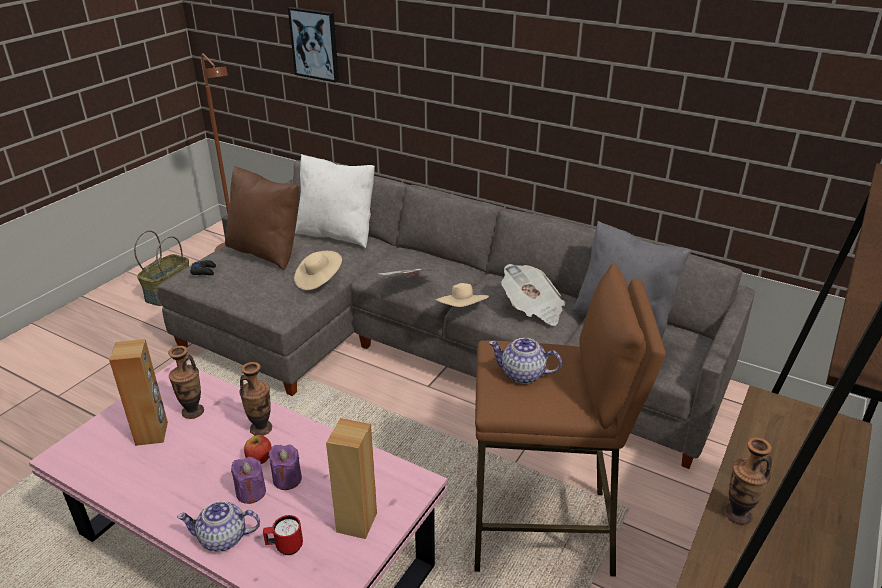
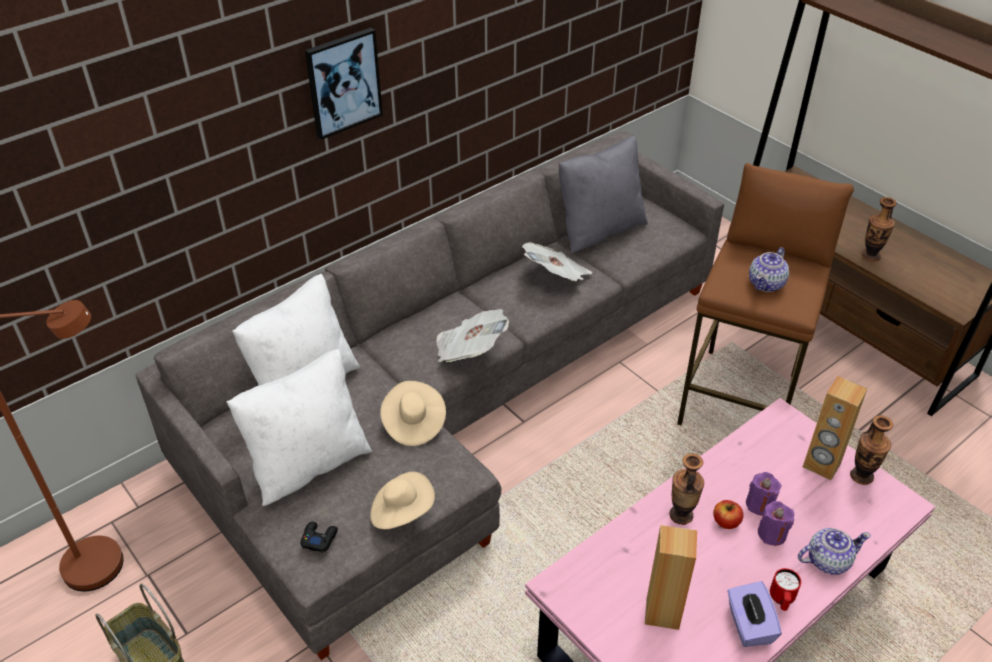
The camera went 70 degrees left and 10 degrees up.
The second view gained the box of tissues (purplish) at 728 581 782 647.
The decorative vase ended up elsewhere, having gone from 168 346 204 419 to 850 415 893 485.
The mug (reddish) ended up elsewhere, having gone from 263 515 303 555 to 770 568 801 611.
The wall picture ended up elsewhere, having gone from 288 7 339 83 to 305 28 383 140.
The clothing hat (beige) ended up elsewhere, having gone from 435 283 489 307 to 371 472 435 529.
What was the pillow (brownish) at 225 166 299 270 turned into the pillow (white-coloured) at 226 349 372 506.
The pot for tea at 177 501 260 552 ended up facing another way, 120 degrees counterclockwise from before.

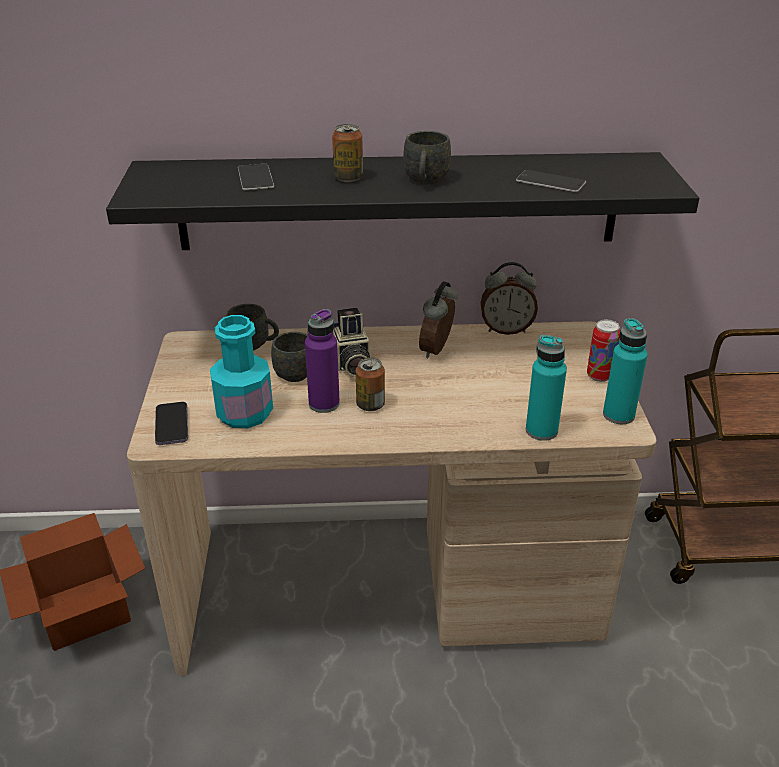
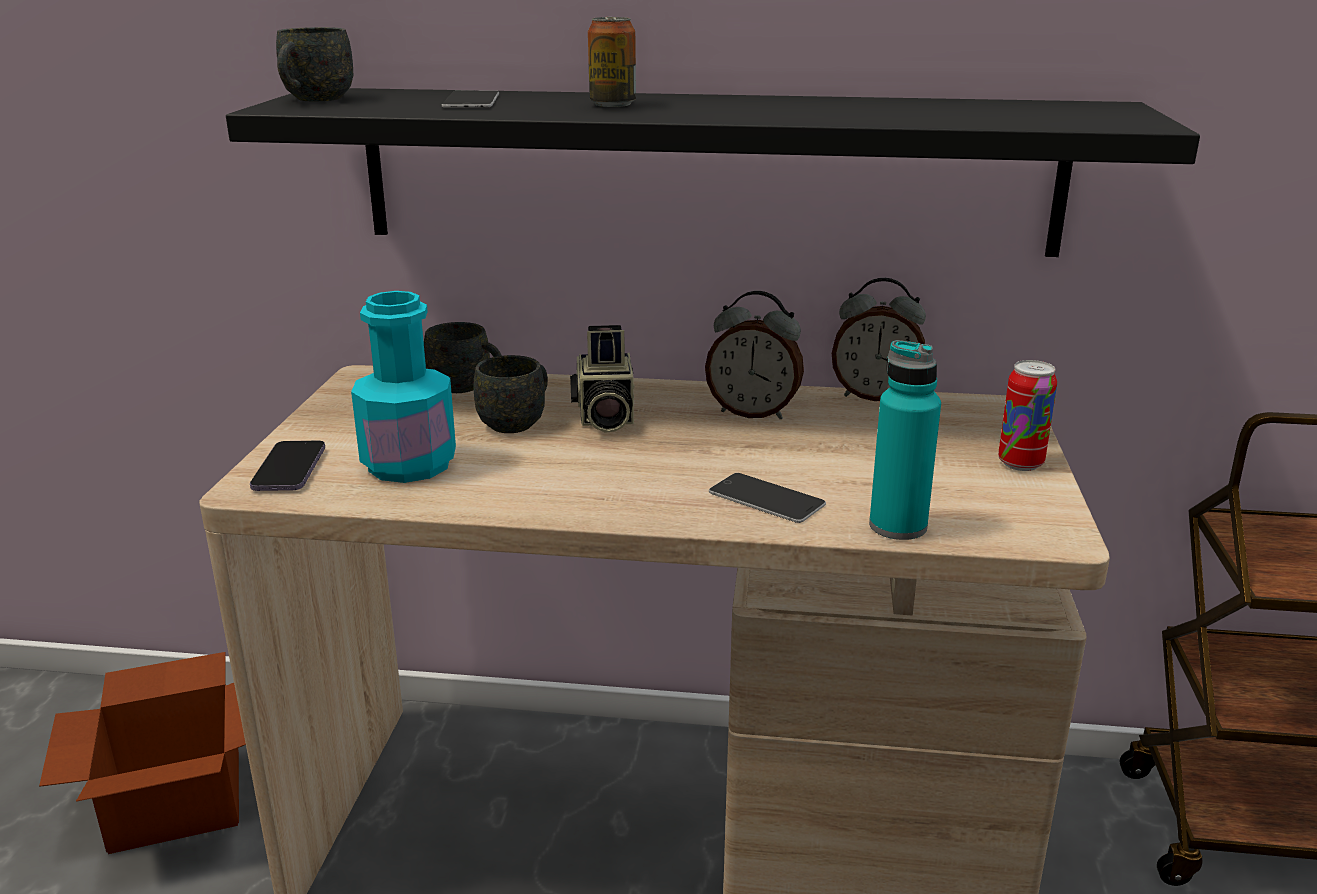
The camera went 10 degrees right and 10 degrees down.
The second view lost the beverage bottle (purplish) at 305 309 340 413.
The second view lost the metal can at 356 357 385 411.
The second view lost the beverage bottle (blue-green) at 603 318 647 424.
The mug (greyish) ended up elsewhere, having gone from 404 131 451 184 to 276 27 353 101.
The telephone ended up elsewhere, having gone from 516 170 586 192 to 709 473 826 523.
The table clock at 419 281 458 358 ended up facing another way, 105 degrees counterclockwise from before.

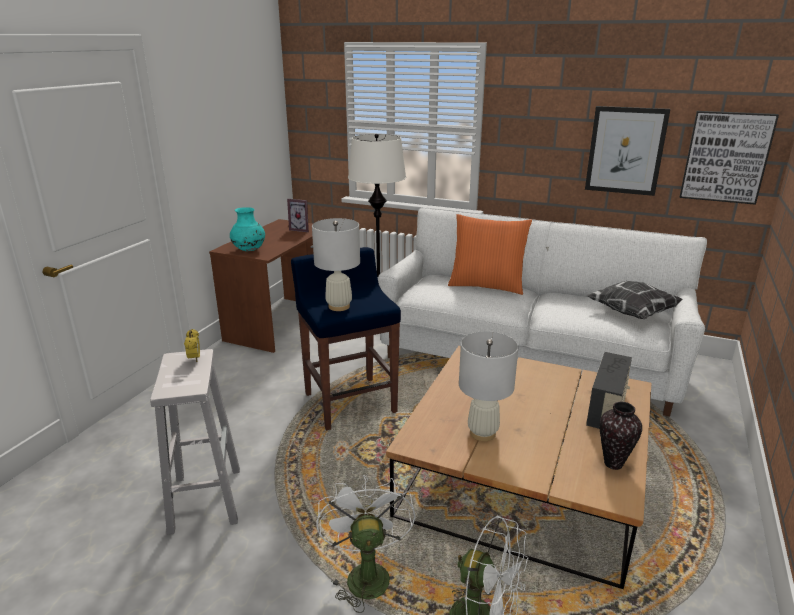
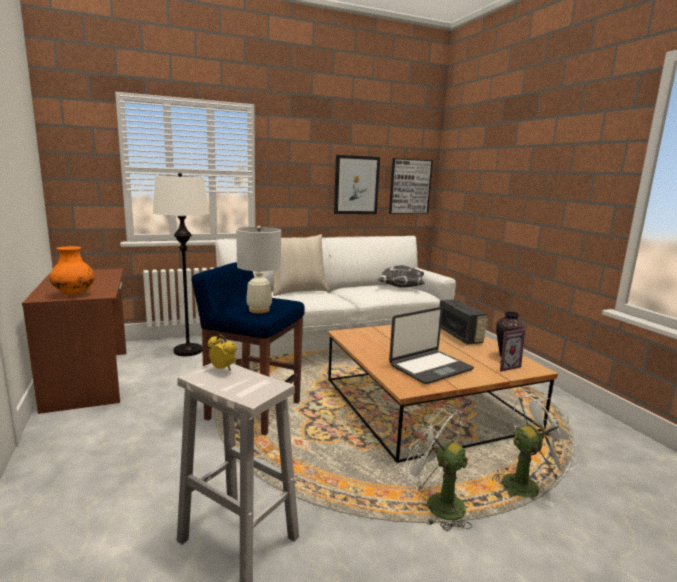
The camera went 45 degrees left and 10 degrees down.
The photo frame ended up elsewhere, having gone from 287 199 309 232 to 499 329 526 372.
Where the tabletop lamp (white-coloured) stood at 459 331 518 441, the portable computer came to stand at 389 307 474 384.
What was the decorative vase (blue-green) at 230 207 265 251 turned into the decorative vase (orange) at 49 246 95 295.
What was the pillow (orange) at 448 214 532 295 turned into the pillow (beige) at 273 234 329 296.

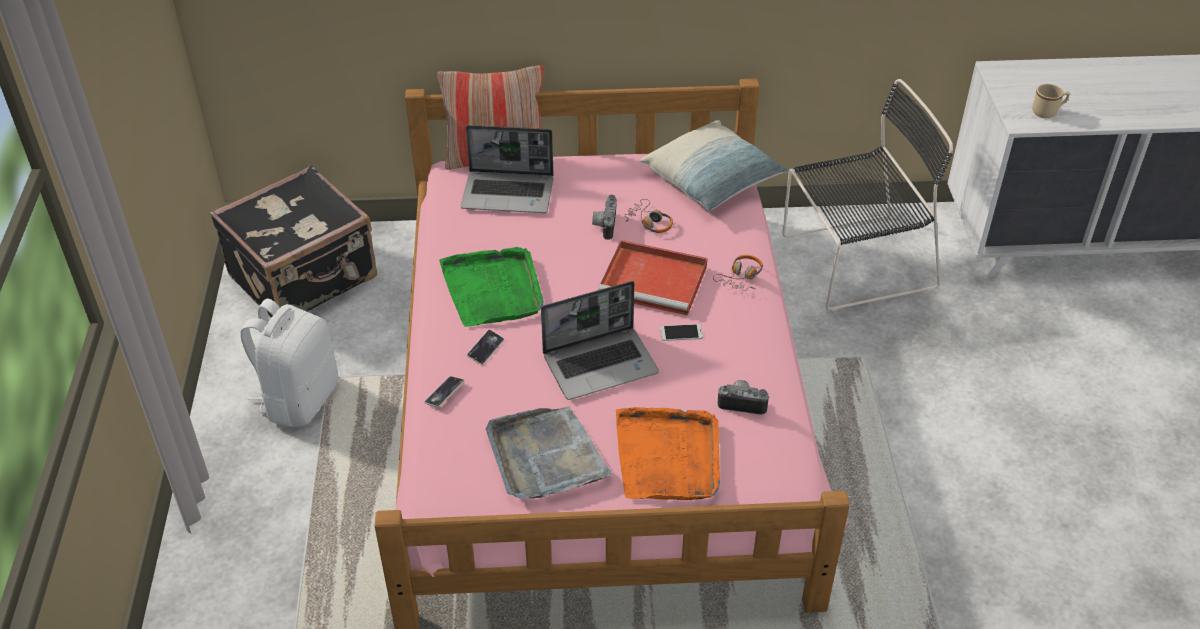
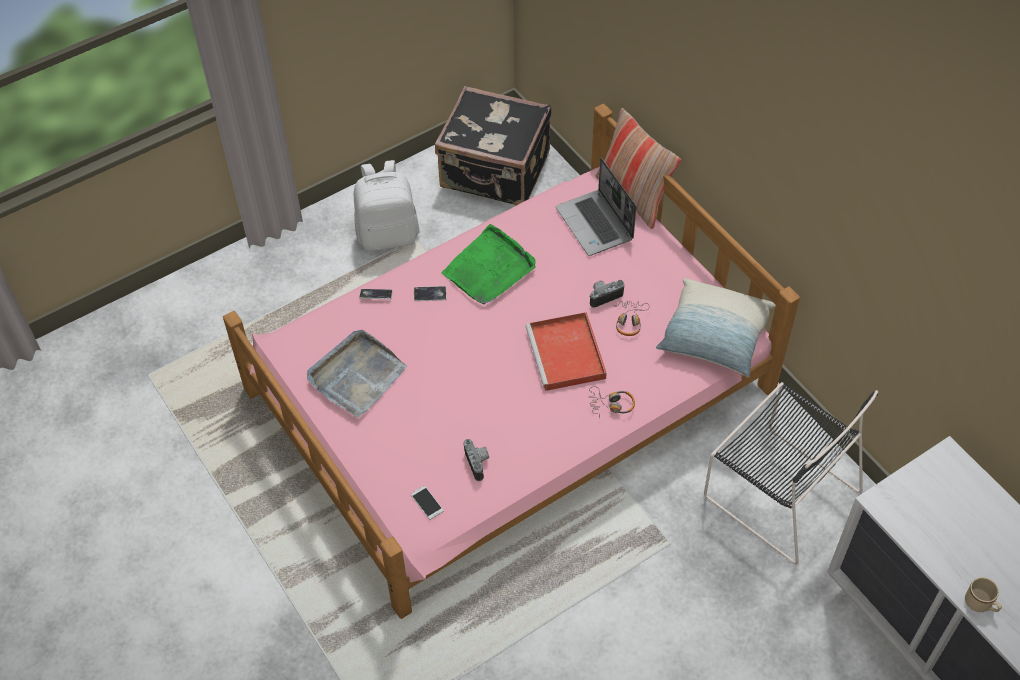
The camera went 60 degrees right and 10 degrees up.
The second view lost the portable computer at 541 281 659 400.
The second view lost the carrying tray (orange) at 616 407 720 500.
The telephone ended up elsewhere, having gone from 660 324 703 341 to 411 486 444 520.
The mug (beige) ended up elsewhere, having gone from 1032 84 1070 118 to 965 577 1002 612.

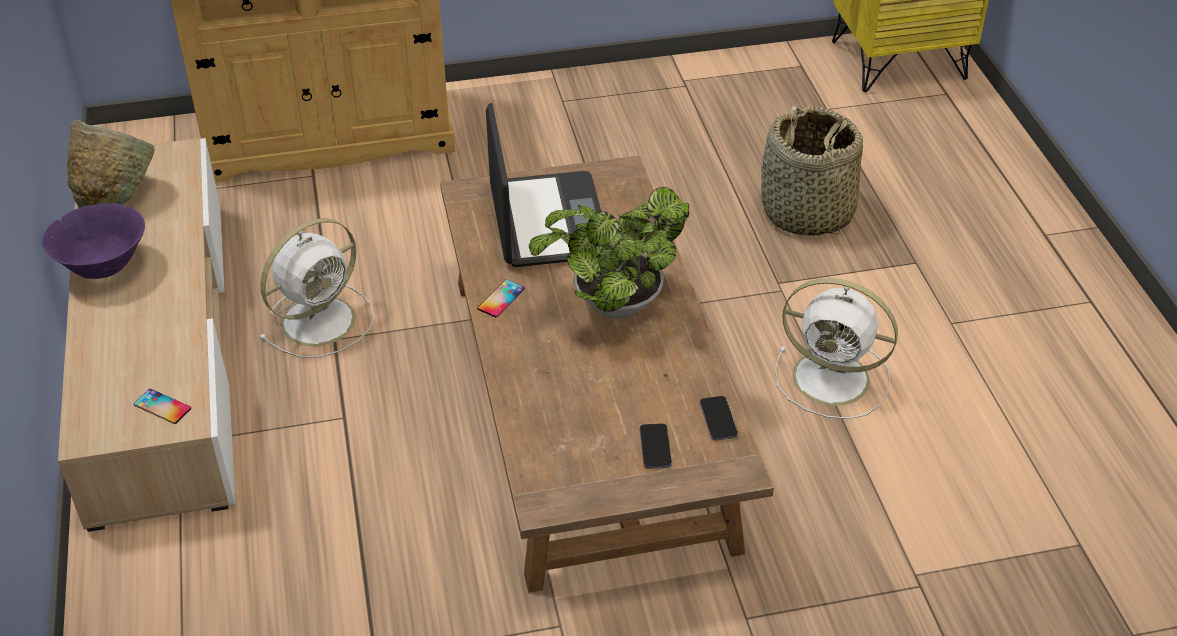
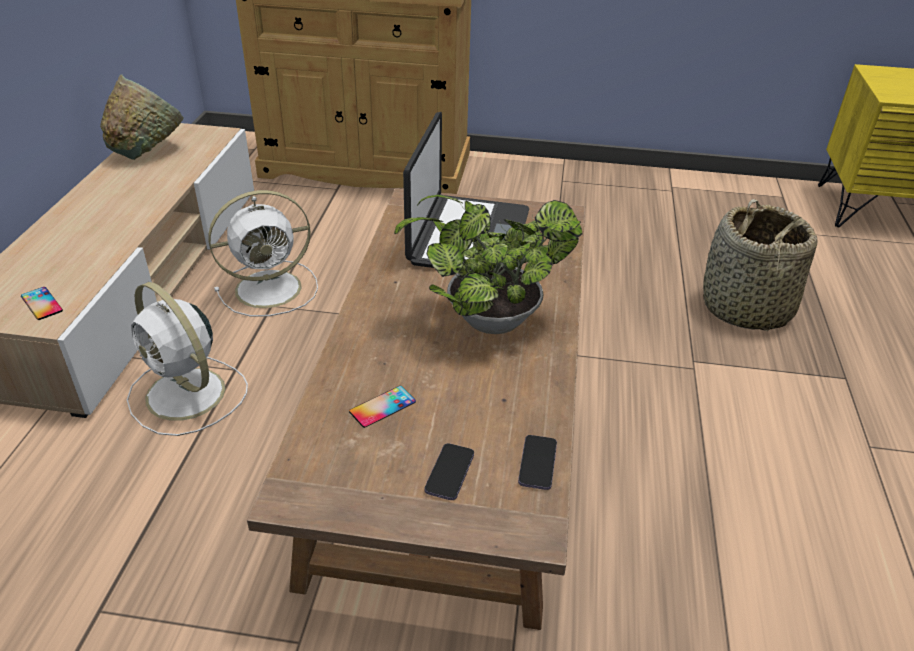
The camera went 20 degrees right and 5 degrees down.
The second view lost the bowl (purplish) at 42 203 145 279.
The telephone ended up elsewhere, having gone from 477 279 525 317 to 349 386 416 428.
The fan (white-coloured) ended up elsewhere, having gone from 775 278 898 419 to 127 282 248 436.

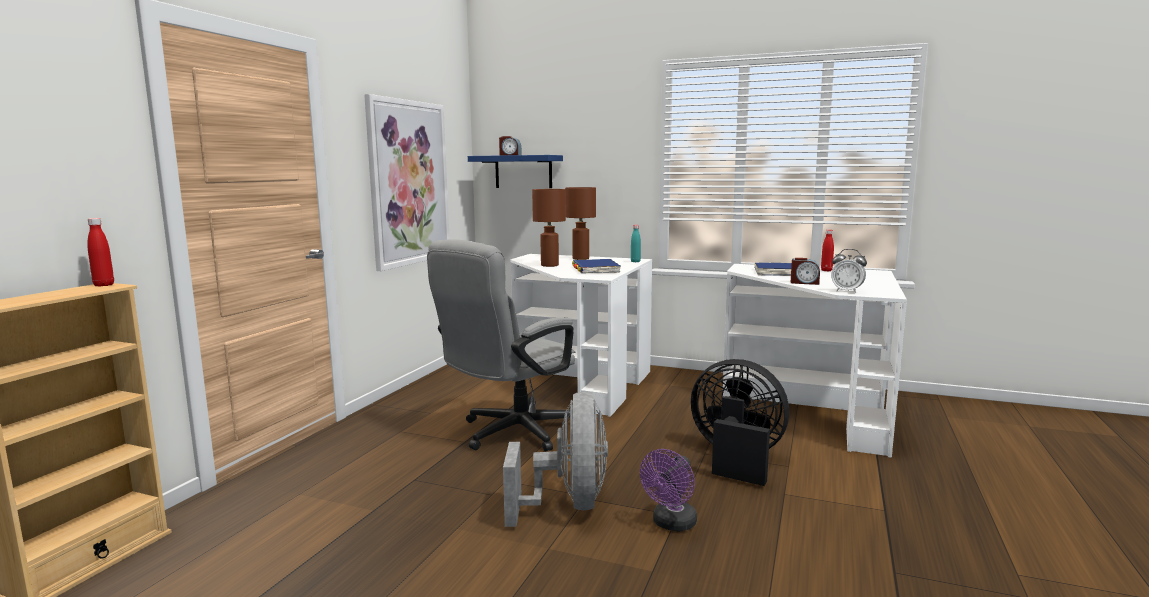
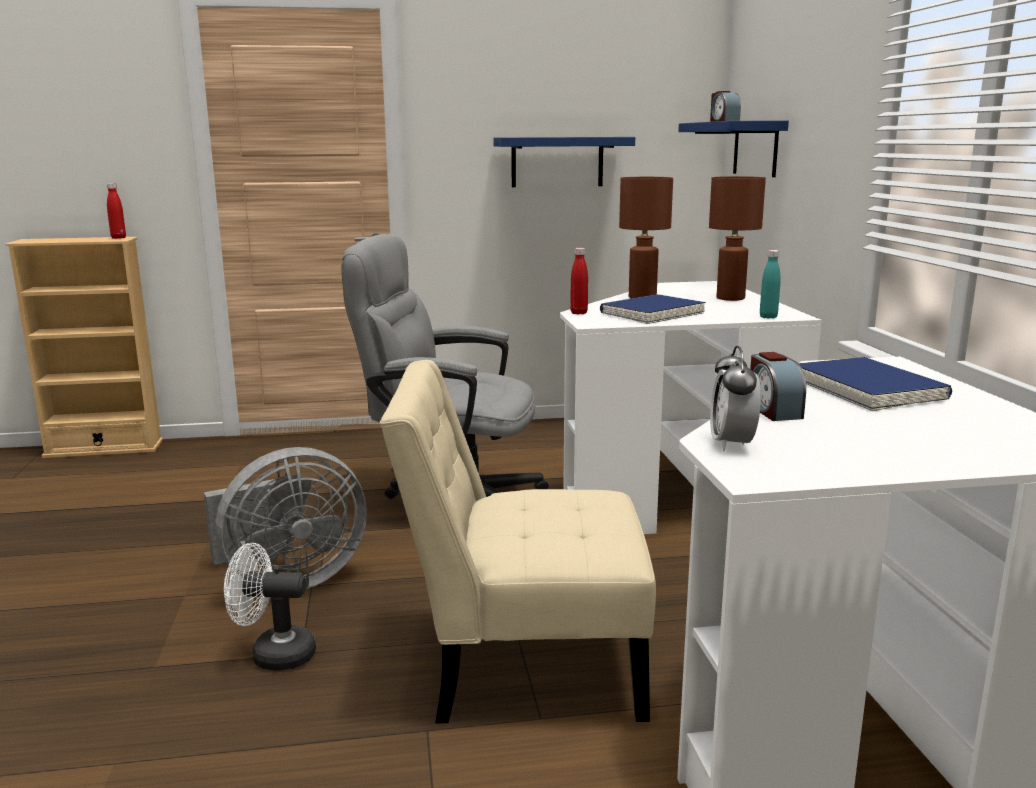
The camera went 60 degrees right and 5 degrees up.
The beverage bottle (reddish) ended up elsewhere, having gone from 821 230 834 271 to 570 248 588 314.
Where the wall picture hung at 364 94 450 271, the bracket shelf (blue) came to hang at 493 137 635 187.
Where the fan (blackish) stood at 691 359 789 486, the chair (beige) came to stand at 380 360 656 723.
What was the fan (purplish) at 640 449 697 532 turned into the fan (white-coloured) at 224 543 316 670.

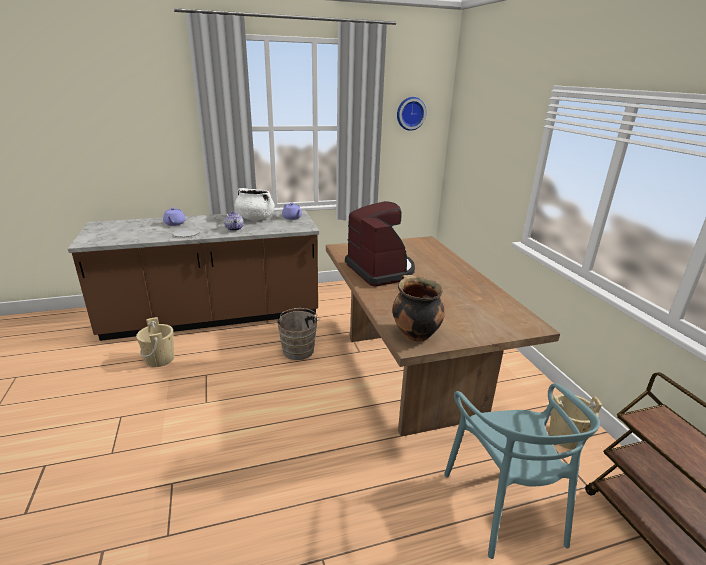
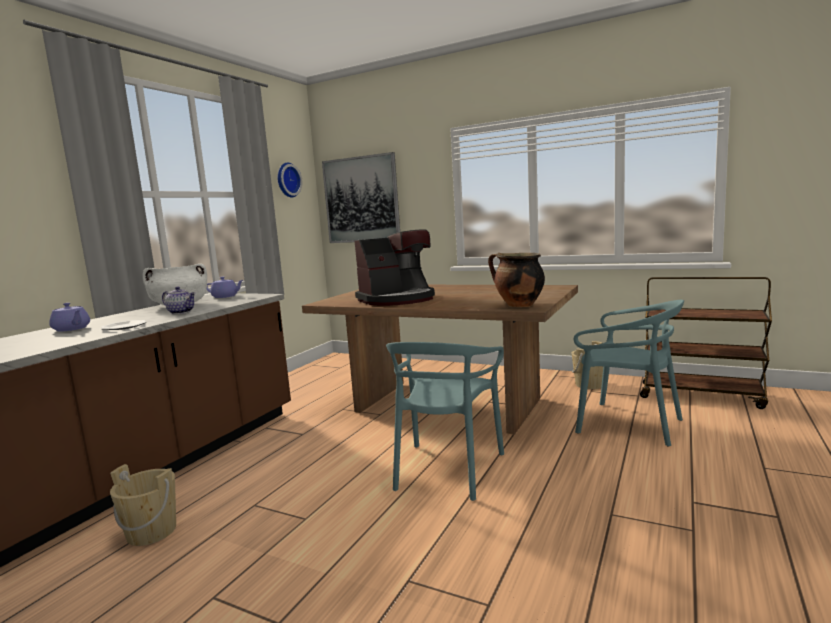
The camera went 45 degrees left and 15 degrees down.
The second view lost the water bucket (brownish) at 276 308 320 360.
The second view gained the wall picture at 322 152 400 243.
The second view gained the chair (blue-green) at 386 342 504 501.
The coffee maker at 345 201 415 287 ended up facing another way, 135 degrees clockwise from before.

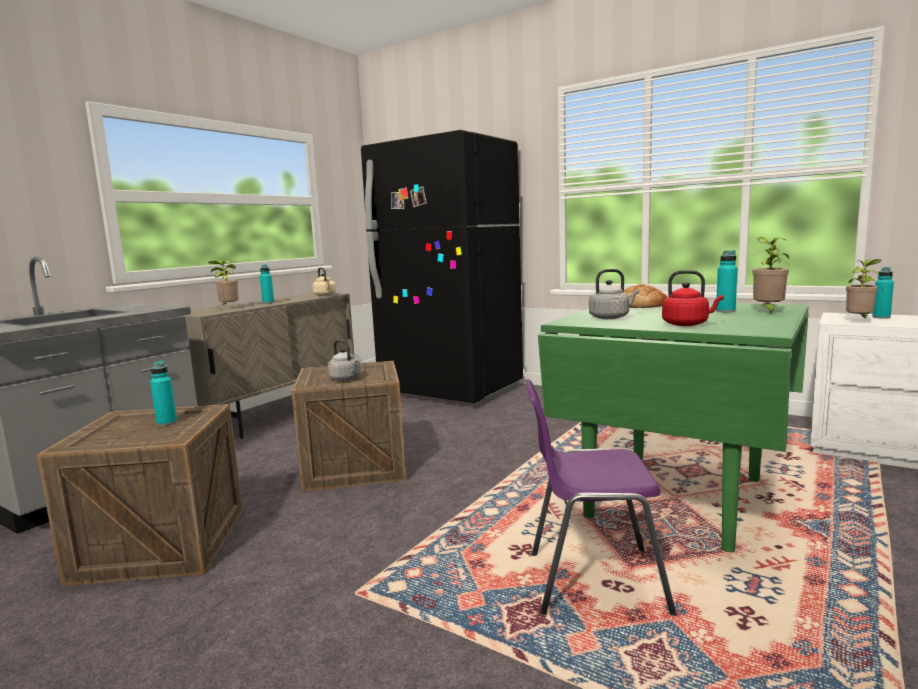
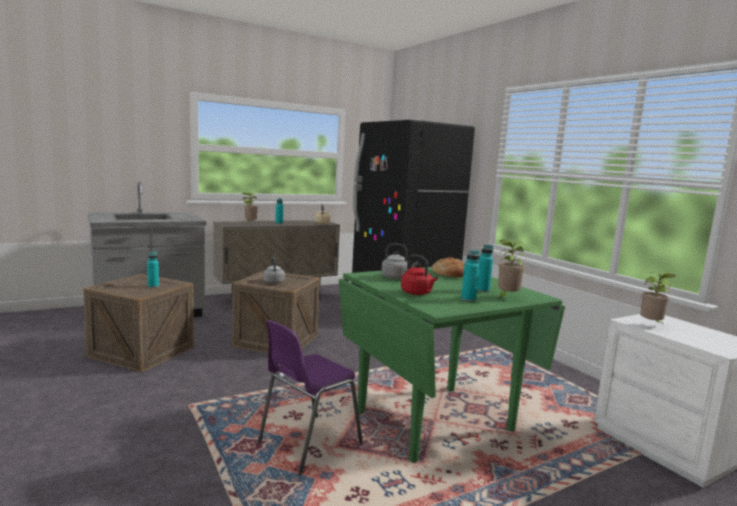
The camera went 25 degrees right and 0 degrees up.
The beverage bottle (blue-green) ended up elsewhere, having gone from 872 267 894 319 to 461 250 480 302.
The chair (purplish) at 525 379 676 616 ended up facing another way, 75 degrees counterclockwise from before.

